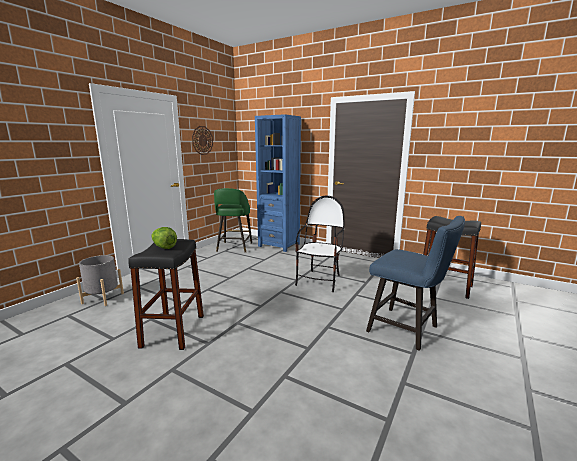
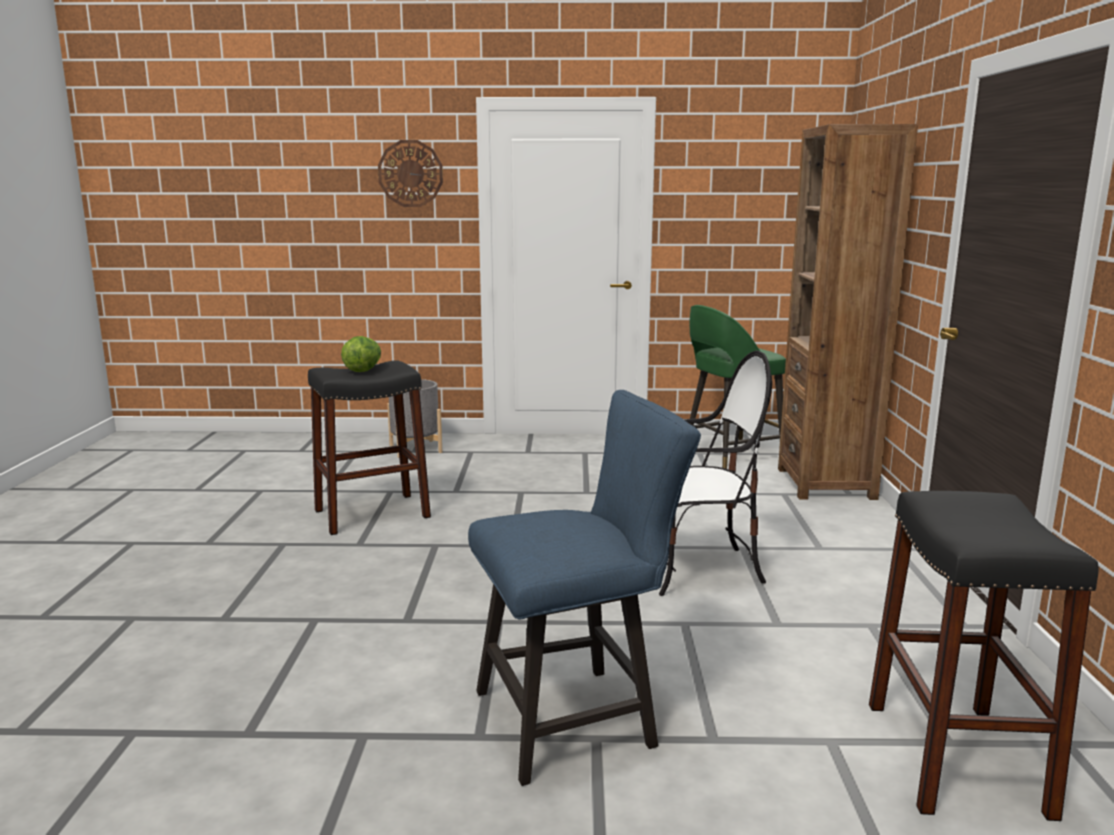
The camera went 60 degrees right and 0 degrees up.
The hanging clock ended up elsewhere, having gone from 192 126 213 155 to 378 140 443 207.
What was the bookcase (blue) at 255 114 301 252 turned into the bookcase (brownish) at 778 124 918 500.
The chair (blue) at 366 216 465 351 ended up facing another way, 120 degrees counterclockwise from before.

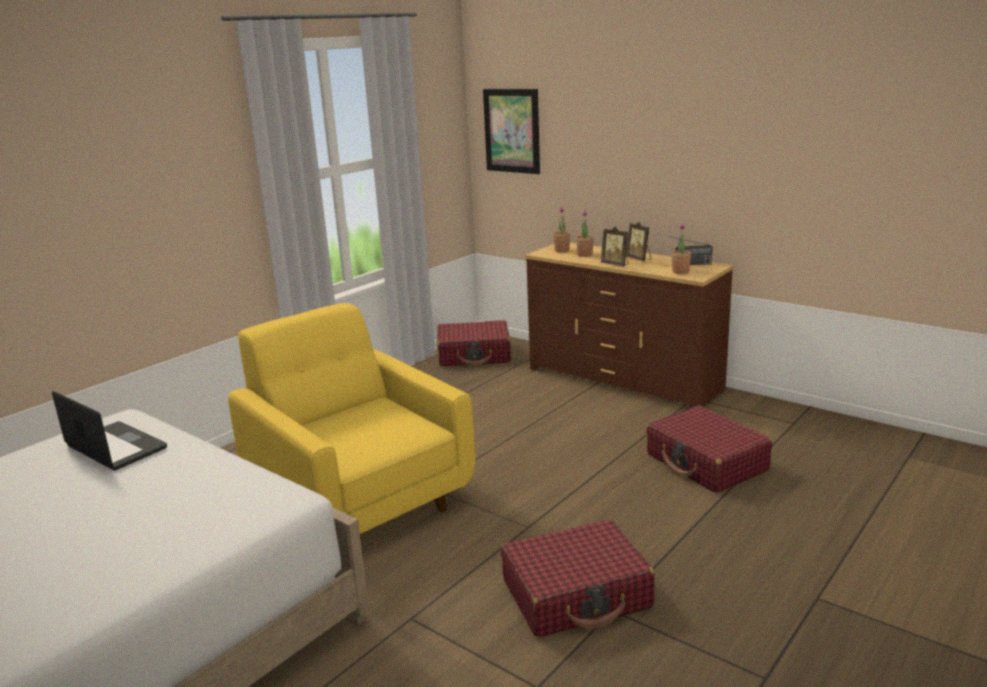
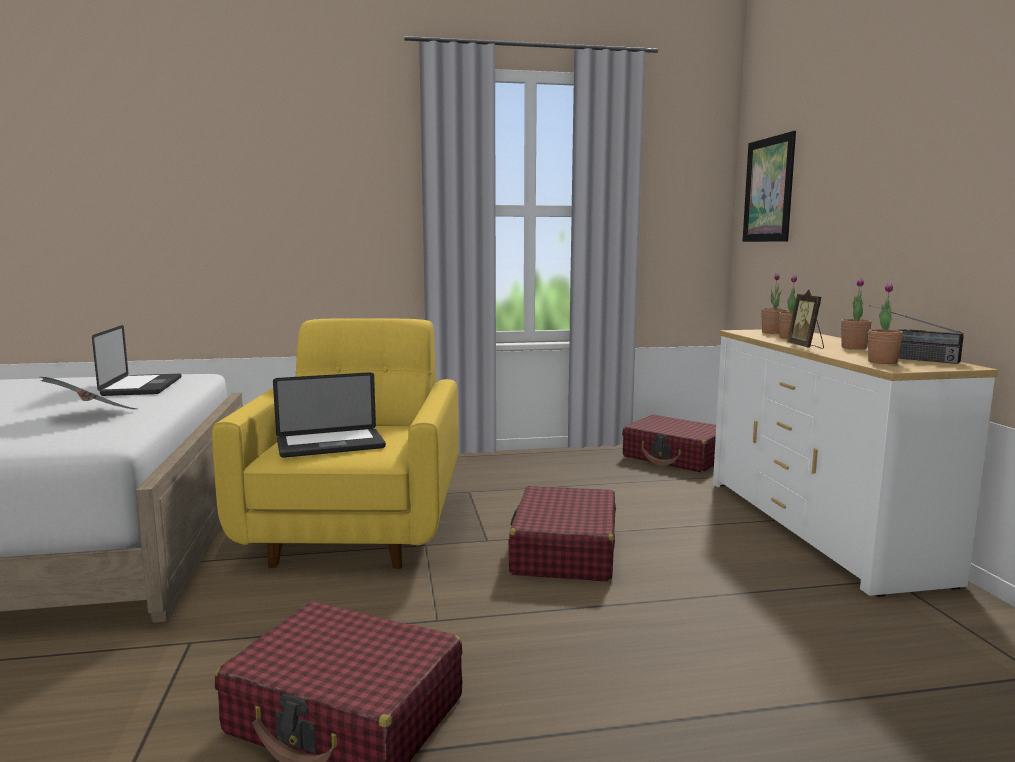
The camera went 40 degrees right and 10 degrees down.
The second view gained the daily paper at 40 377 137 409.
The second view gained the portable computer at 273 372 386 458.
The travel case (reddish) ended up elsewhere, having gone from 646 405 772 493 to 508 486 616 581.
Where the photo frame stood at 626 222 651 261, the potted plant came to stand at 841 278 872 350.
What was the chest of drawers (brownish) at 525 243 734 408 turned into the chest of drawers (white-coloured) at 713 329 998 597.

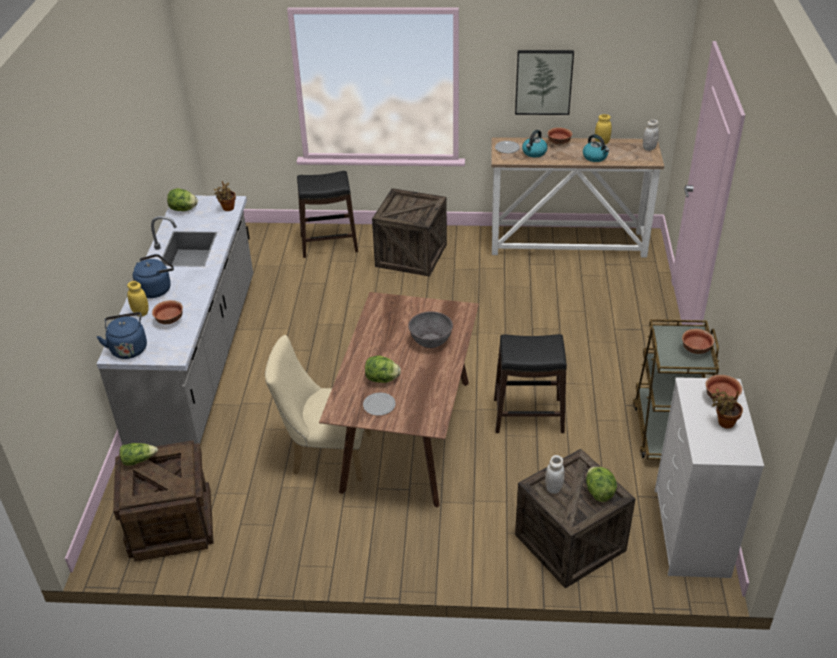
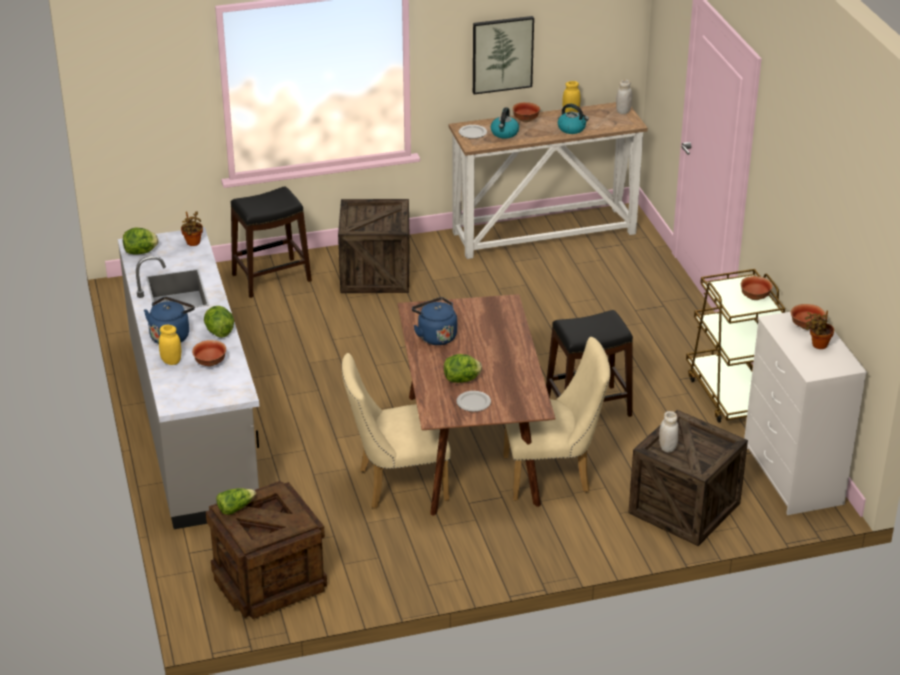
The camera went 20 degrees left and 5 degrees down.
The second view lost the bowl (greyish) at 408 311 453 348.
The second view gained the chair (beige) at 503 337 611 501.
The tea kettle (blue) ended up elsewhere, having gone from 97 312 147 359 to 412 297 457 345.
The lettuce head ended up elsewhere, having gone from 586 467 617 502 to 204 306 234 338.

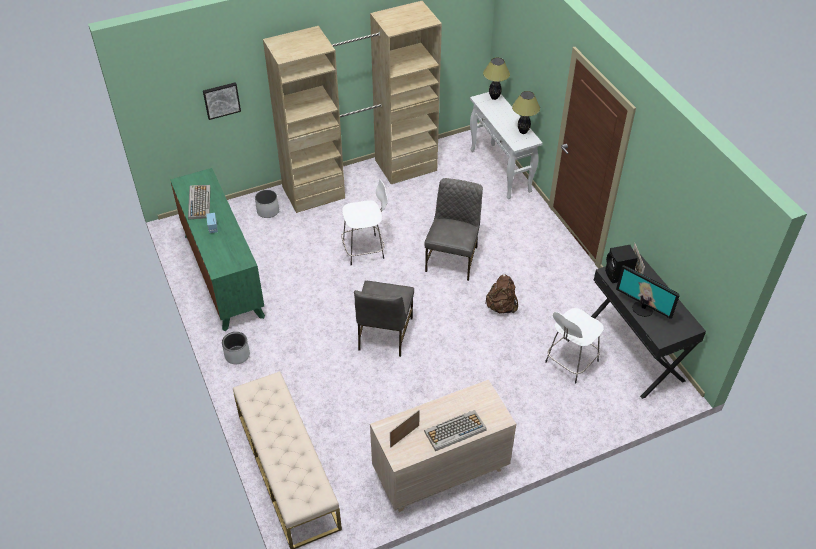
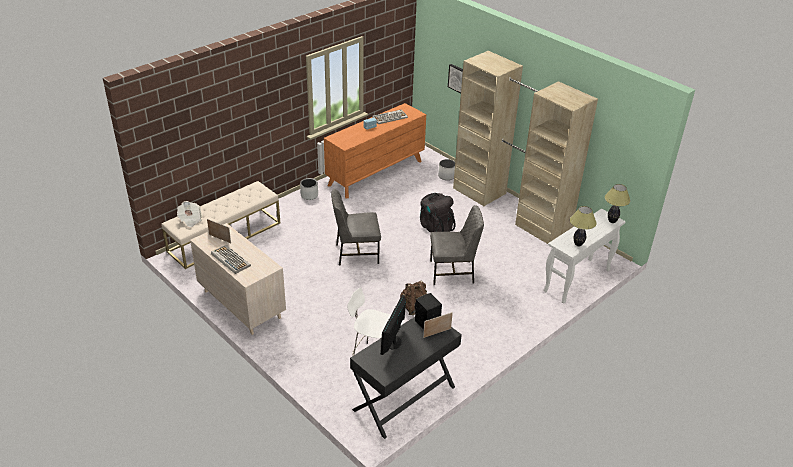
The camera went 70 degrees right and 10 degrees down.
The second view gained the daily paper at 177 201 202 228.
Where the sitting stool (white-coloured) stood at 341 180 388 266, the rucksack (blackish) came to stand at 420 193 456 233.
What was the chest of drawers (greenish) at 170 168 265 331 turned into the chest of drawers (orange) at 324 103 426 198.

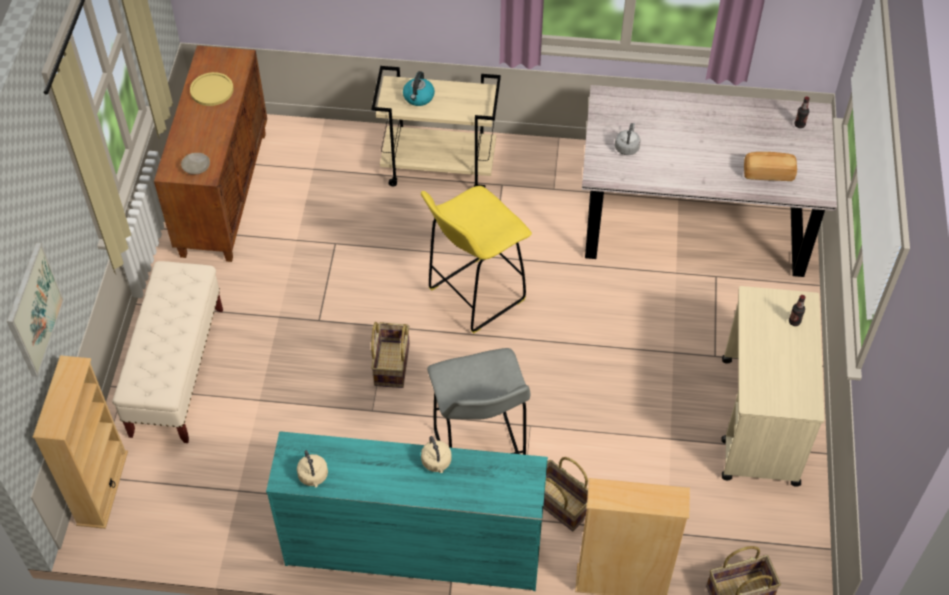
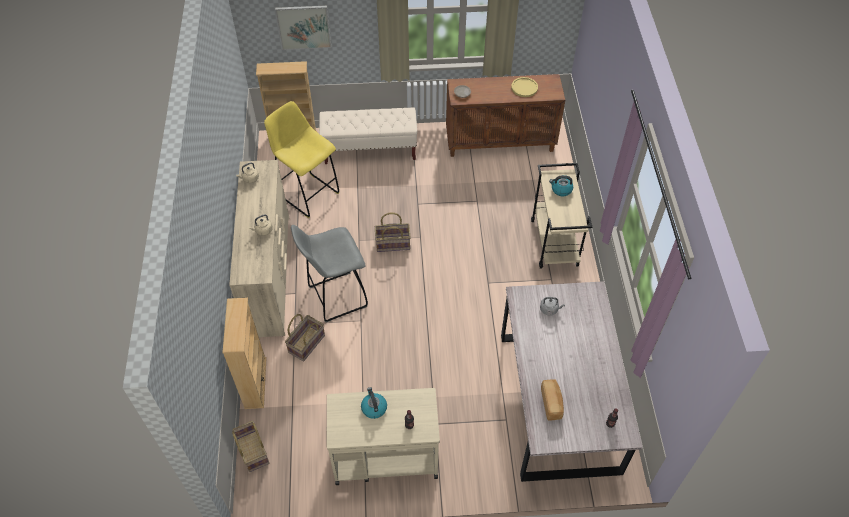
The camera went 80 degrees right and 0 degrees up.
The second view gained the tea kettle at 361 387 387 419.
The sitting stool (yellowish) ended up elsewhere, having gone from 421 186 532 334 to 264 101 340 218.
What was the chest of drawers (blue-green) at 266 431 548 591 turned into the chest of drawers (beige) at 229 160 289 337.

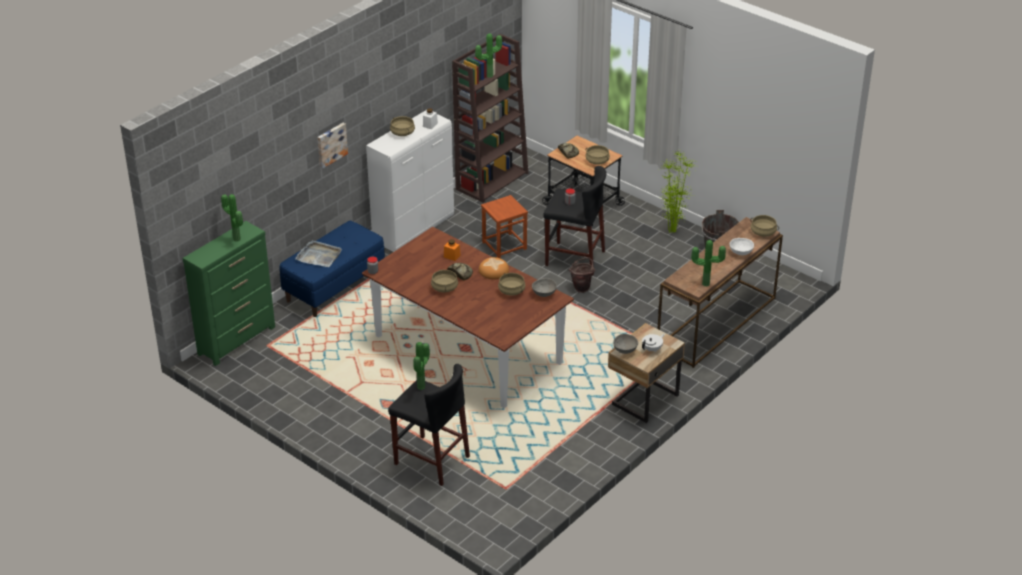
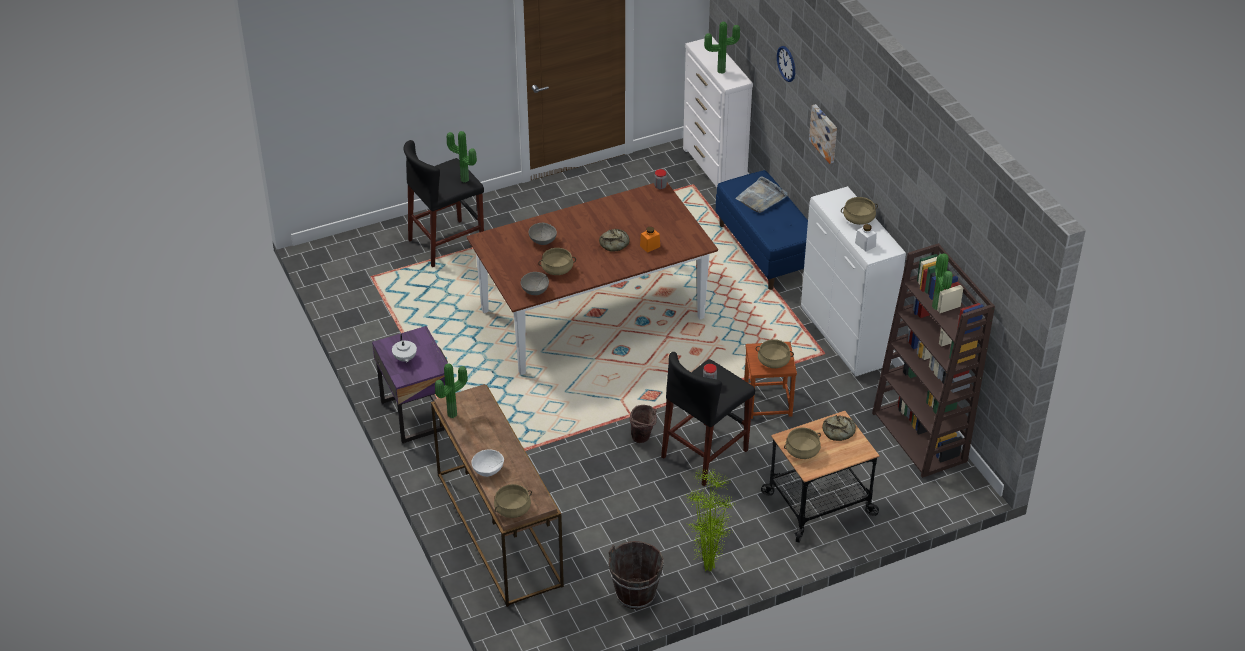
The camera went 115 degrees right and 5 degrees up.
The second view lost the bread at 479 257 509 280.
The second view gained the hanging clock at 777 46 795 82.
The cooking pot (beige) ended up elsewhere, having gone from 431 269 458 292 to 756 339 794 368.
The bowl (greyish) ended up elsewhere, having gone from 613 334 638 354 to 528 223 557 245.
What was the chest of drawers (greenish) at 183 221 275 366 turned into the chest of drawers (white-coloured) at 683 37 753 187.
What was the nightstand (beige) at 608 323 685 423 turned into the nightstand (purplish) at 372 326 448 443.

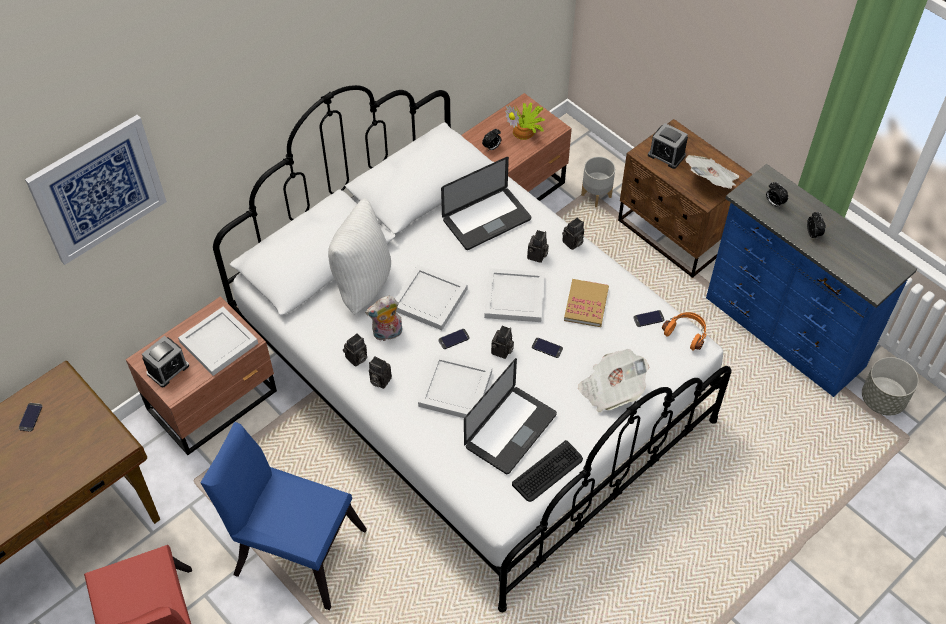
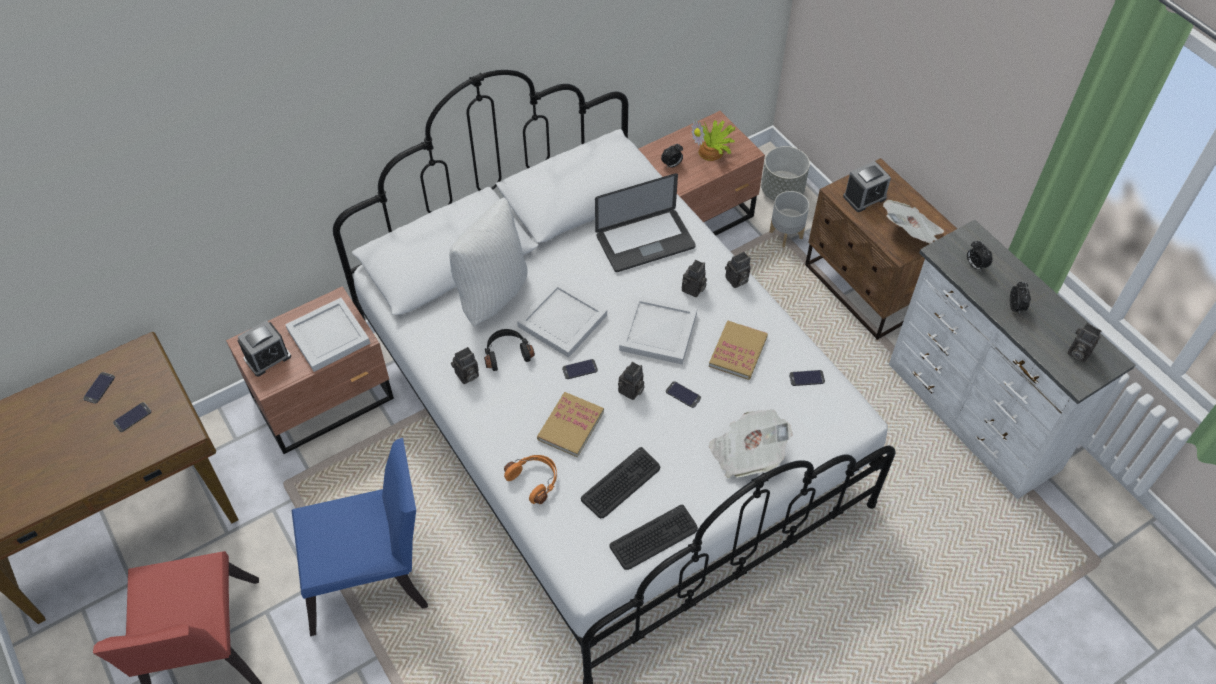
The camera went 10 degrees right and 0 degrees up.
The second view lost the wall picture at 25 115 167 265.
The second view gained the telephone at 113 402 151 432.
The still camera ended up elsewhere, having gone from 369 356 392 389 to 1067 323 1101 363.
The headphones (orange) ended up elsewhere, having gone from 662 312 707 351 to 504 455 557 504.
The planter (greyish) ended up elsewhere, having gone from 862 357 919 415 to 761 146 810 201.
Where the cuddly toy stood at 365 296 402 341, the headphones (blackish) came to stand at 484 329 535 371.
Where the carrying tray (white-coloured) stood at 418 354 492 418, the volume came to stand at 537 392 604 457.
Where the portable computer stood at 464 358 557 474, the PC keyboard came to stand at 581 447 660 518.
What was the chest of drawers (blue) at 706 164 917 397 turned into the chest of drawers (white-coloured) at 889 220 1135 499.
The chair (blue) at 200 422 367 610 ended up facing another way, 135 degrees clockwise from before.
The table clock at 648 123 688 169 ended up facing another way, 75 degrees counterclockwise from before.

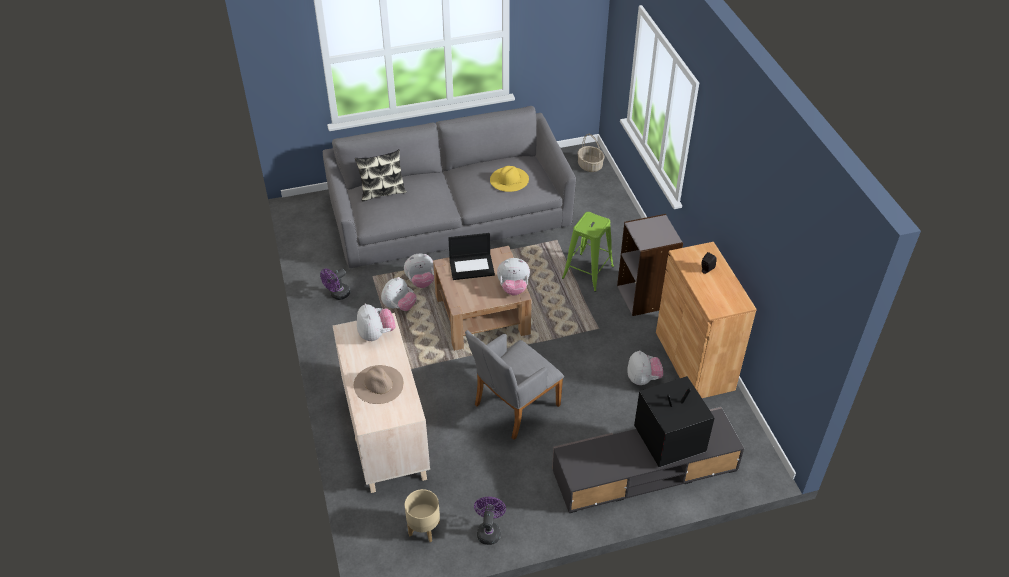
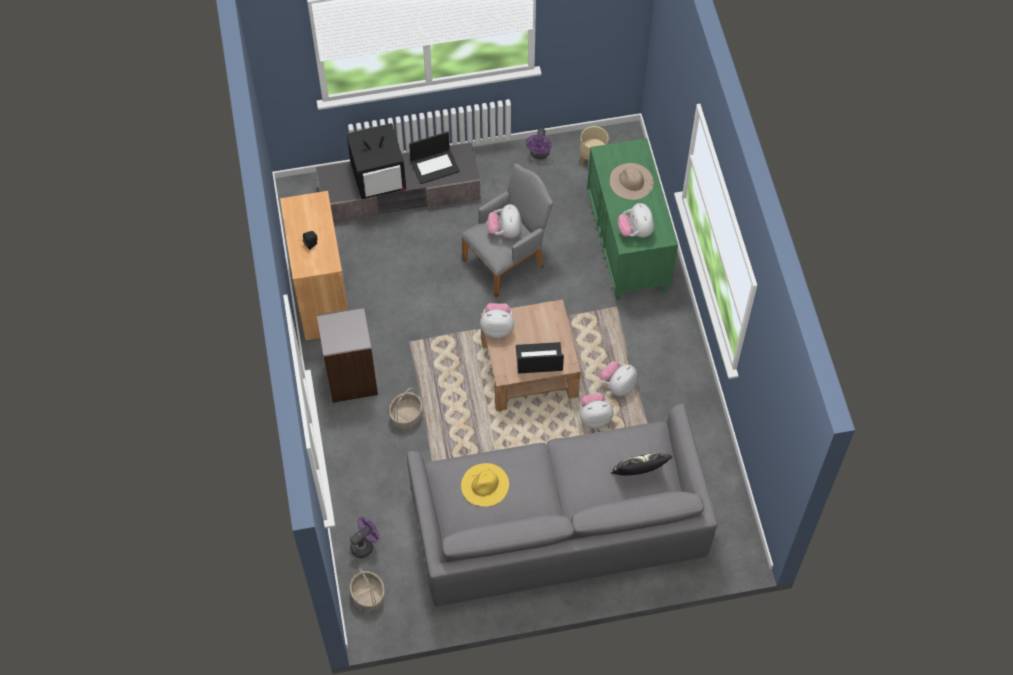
The camera went 175 degrees left and 15 degrees up.
The second view gained the portable computer at 409 131 460 184.
The fan (purplish) ended up elsewhere, having gone from 320 268 350 300 to 350 517 379 558.
The cuddly toy ended up elsewhere, having gone from 628 350 663 385 to 487 204 522 238.
Where the sitting stool (greenish) stood at 562 212 614 292, the basket came to stand at 389 388 423 429.
What was the chest of drawers (beige) at 333 313 430 493 turned into the chest of drawers (greenish) at 587 138 678 300.

